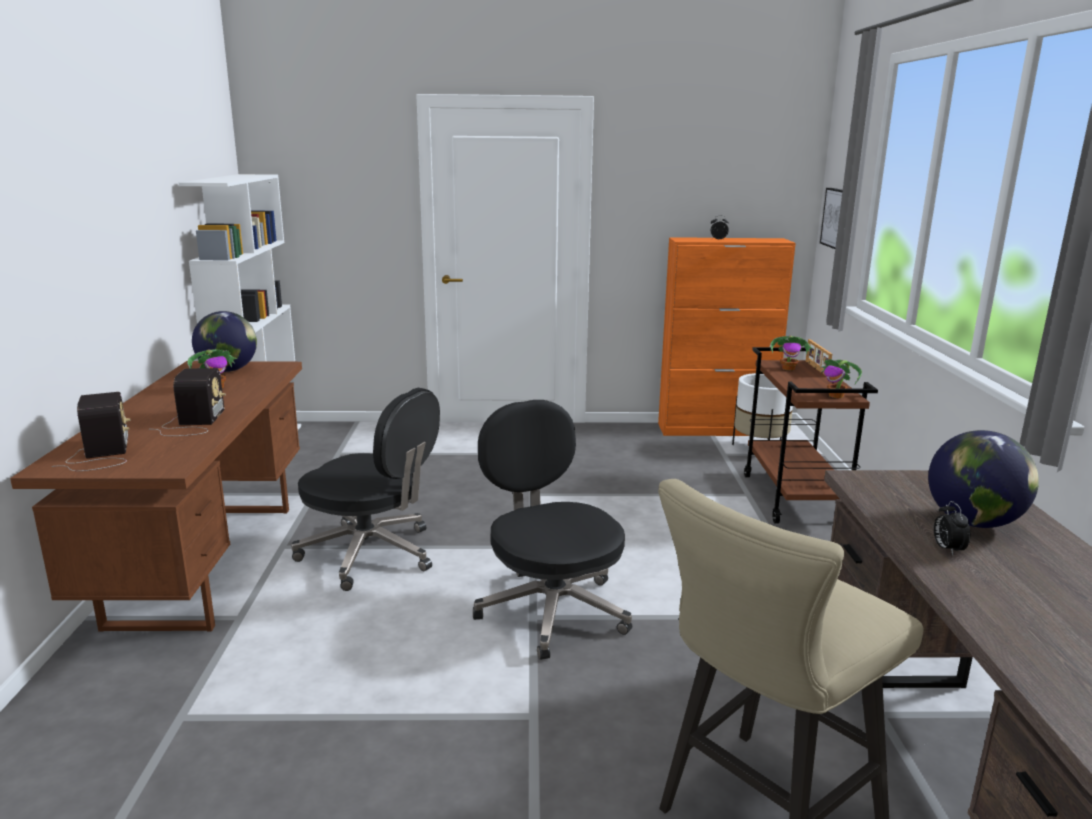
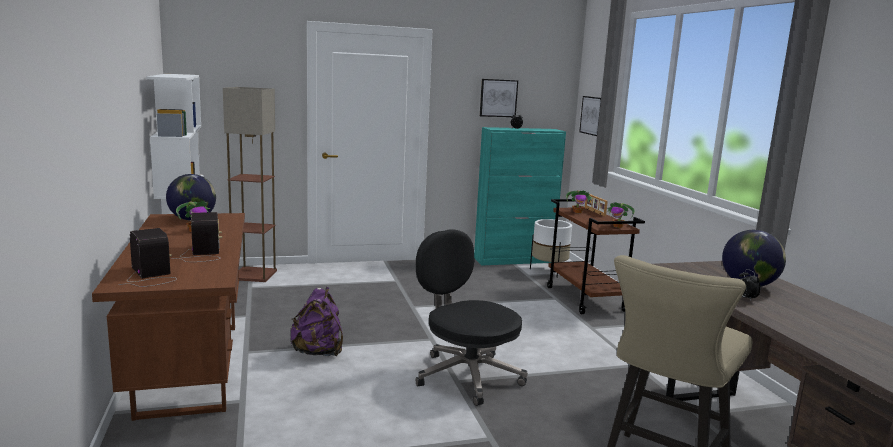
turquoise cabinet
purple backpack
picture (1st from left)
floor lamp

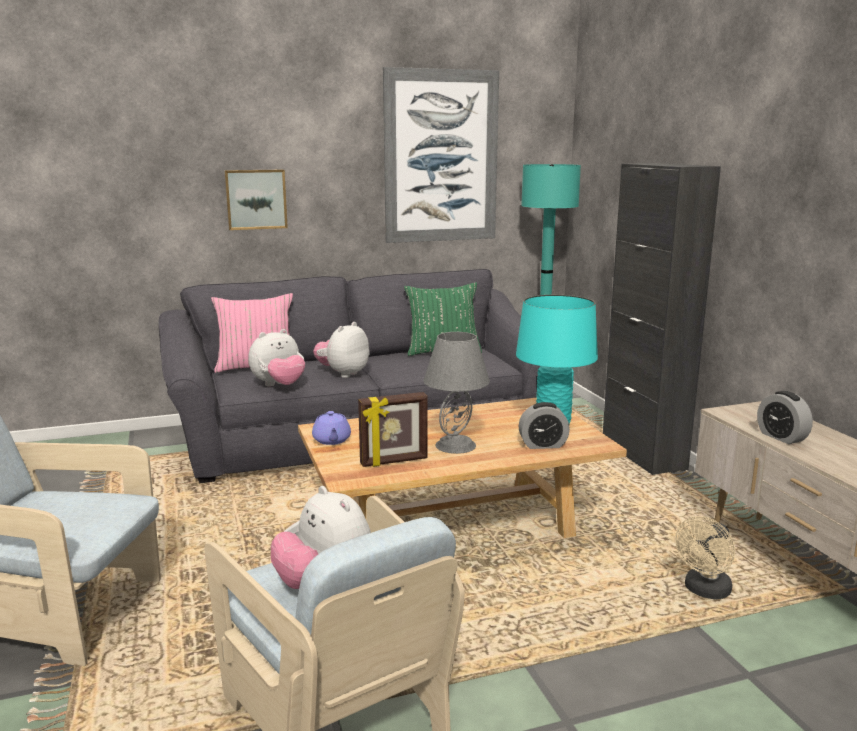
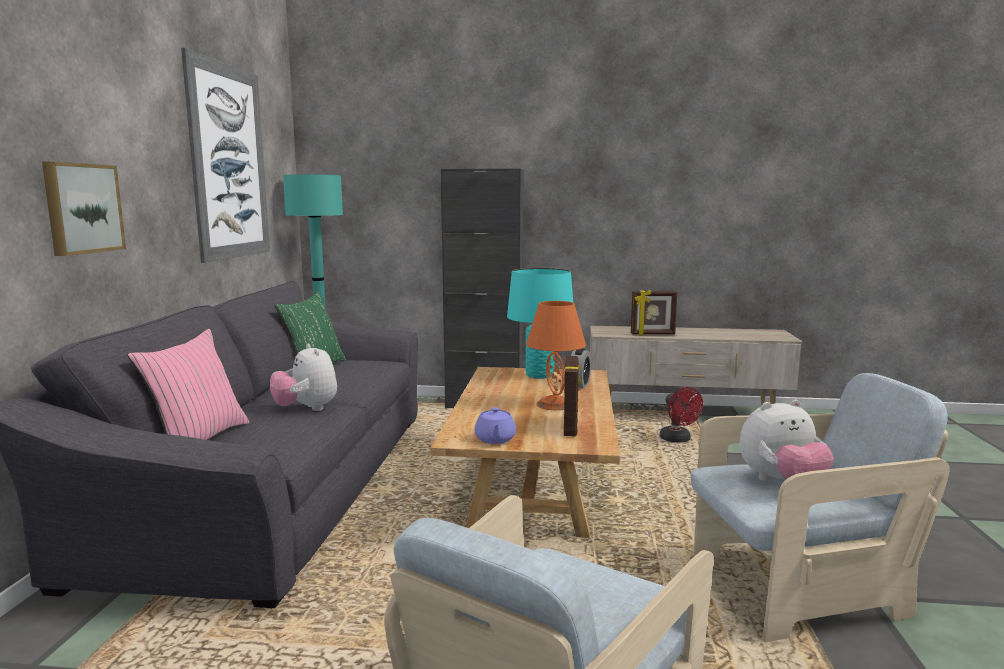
plush toy (1st from left in the first image)
orange table lamp
picture frame (2nd from left)
purple teapot
red fan

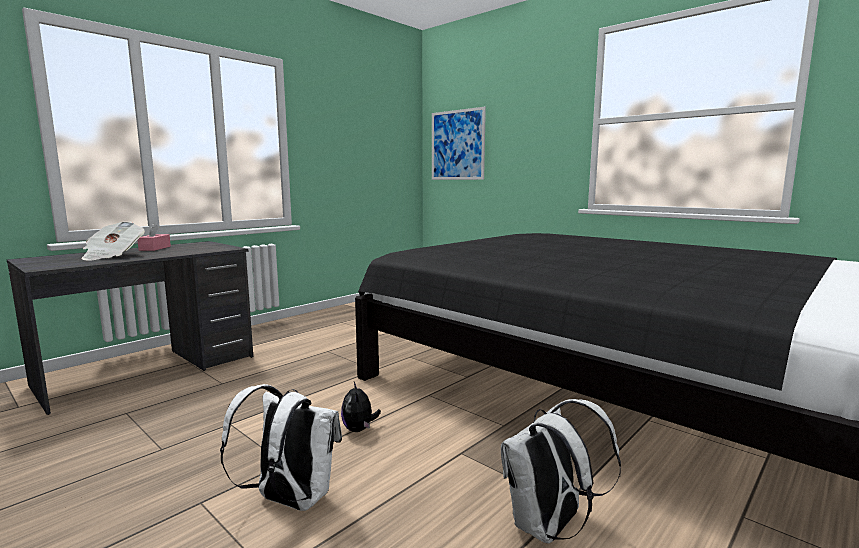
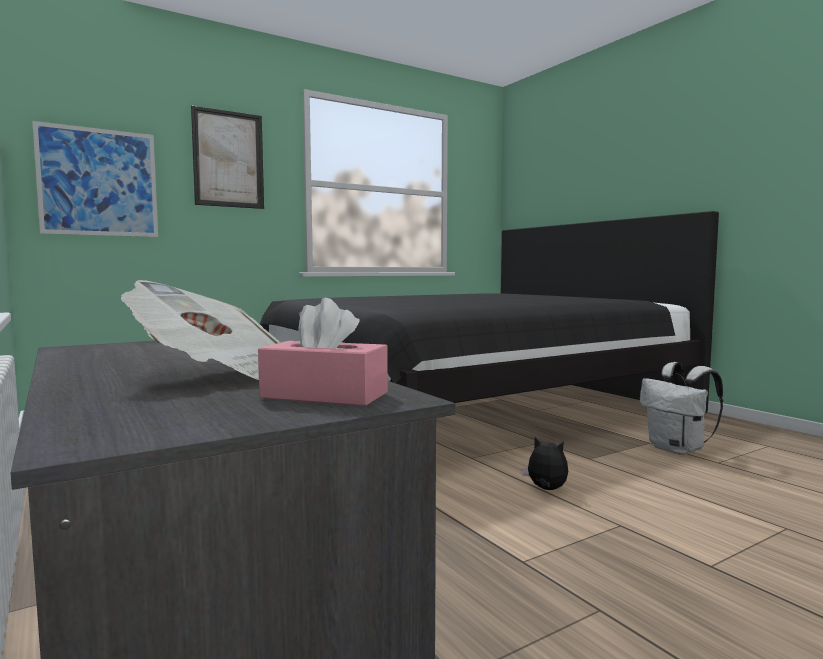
pink tissue box
plush toy
white backpack (1st from left in the first image)
picture (2nd from left)

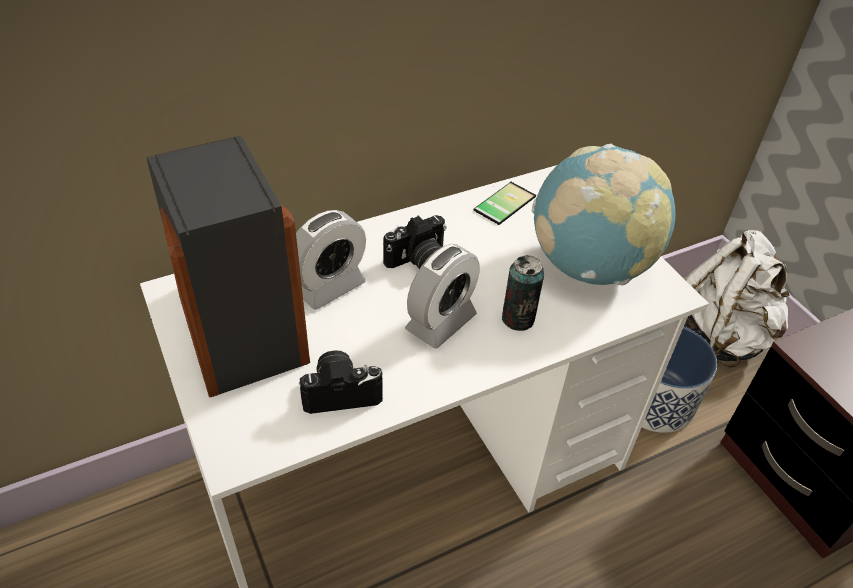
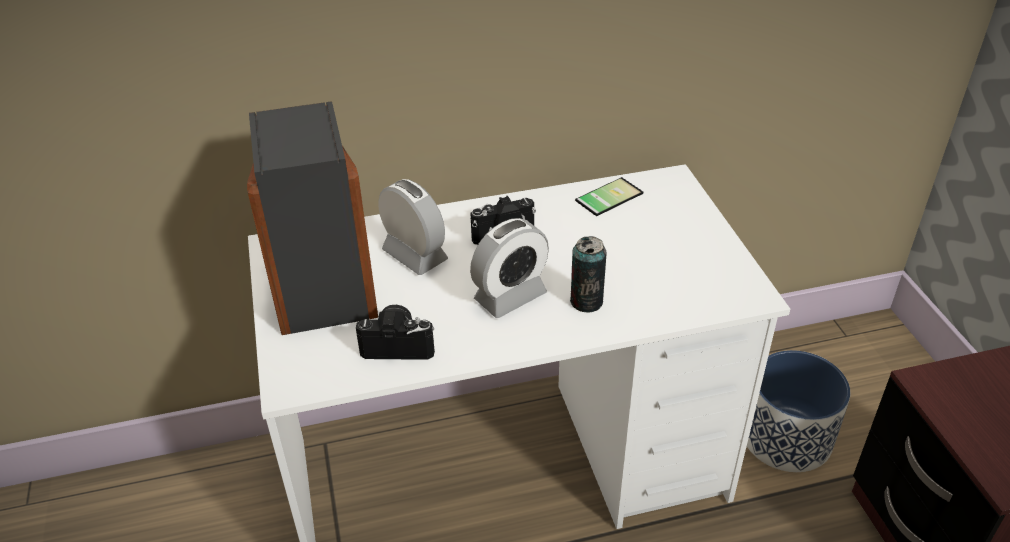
globe
alarm clock (1st from left)
white backpack

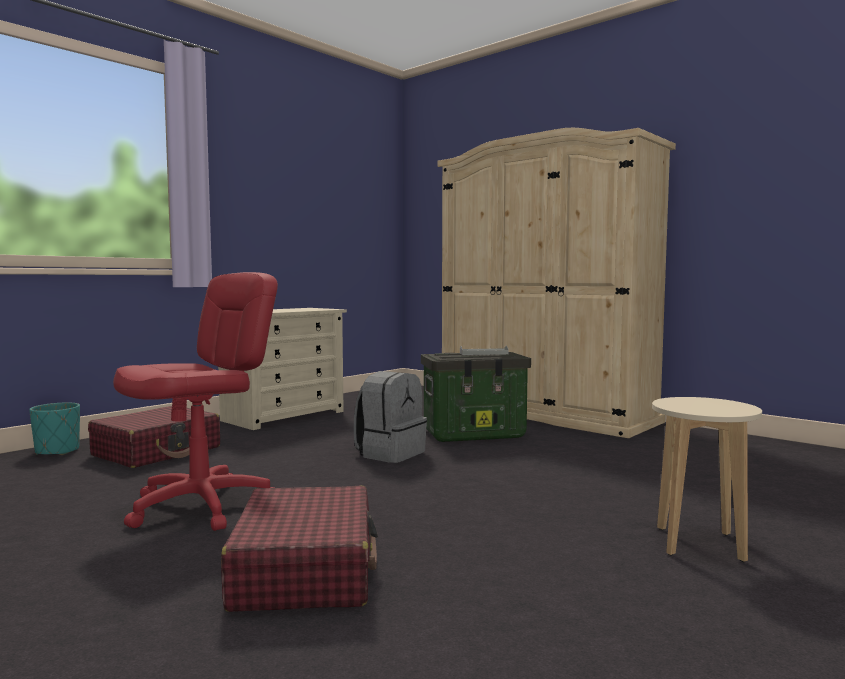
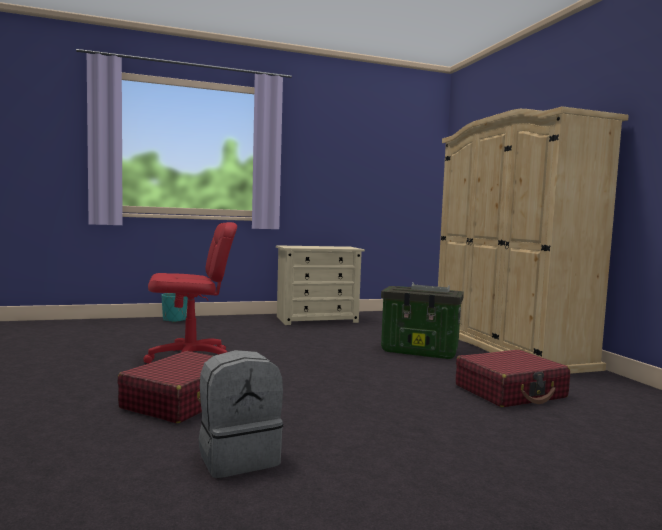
grey backpack
beige stool
red suitcase (2nd from left)

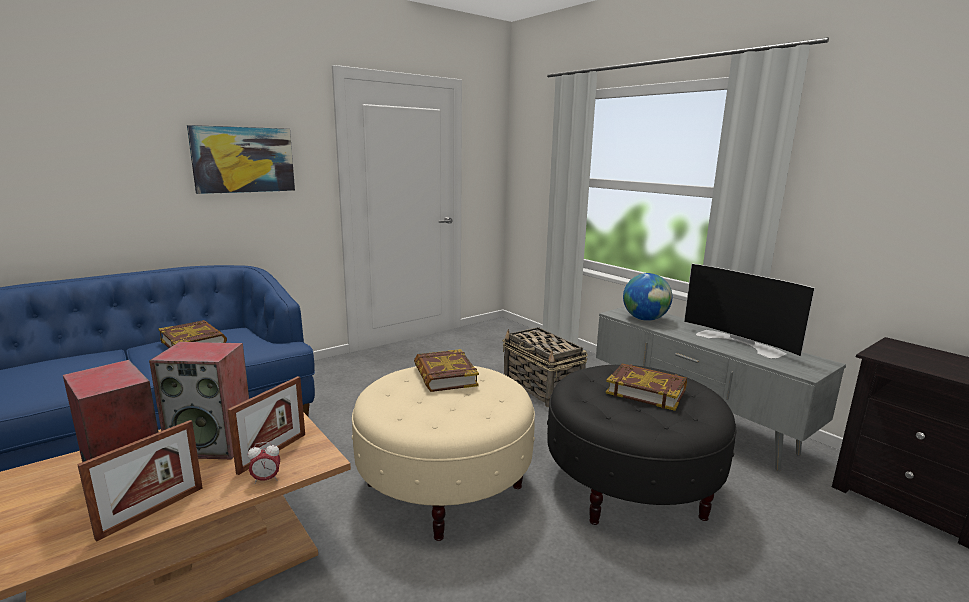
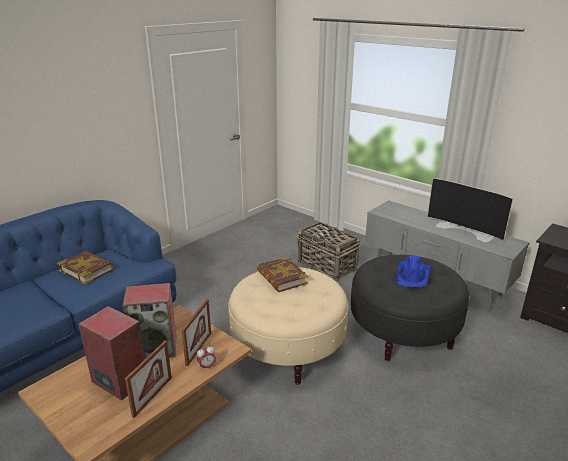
picture
globe
blue hat

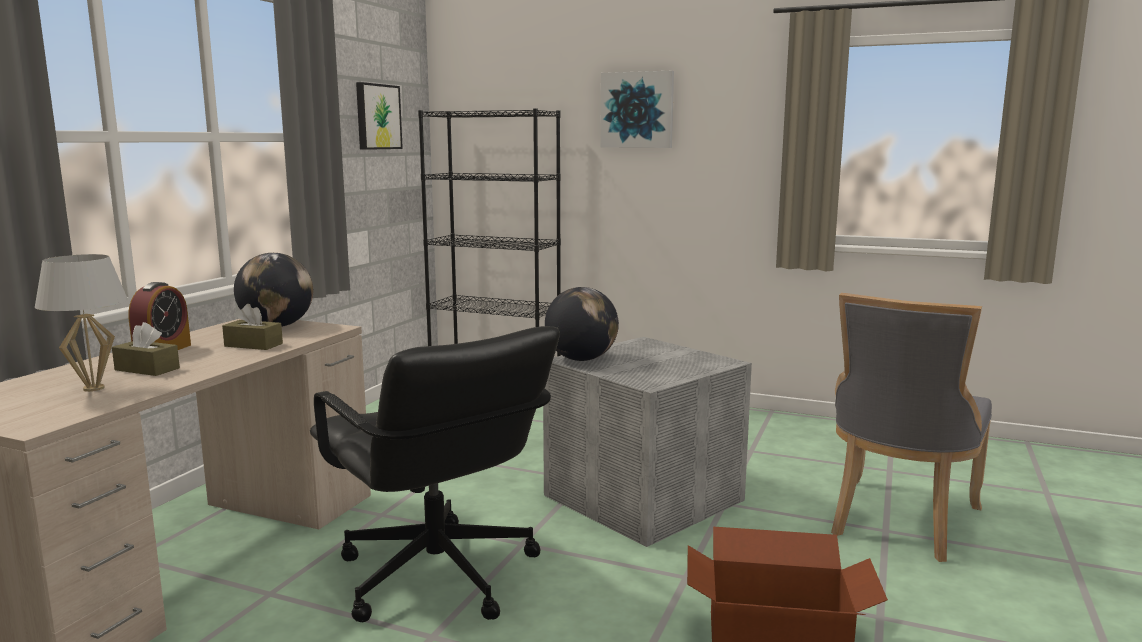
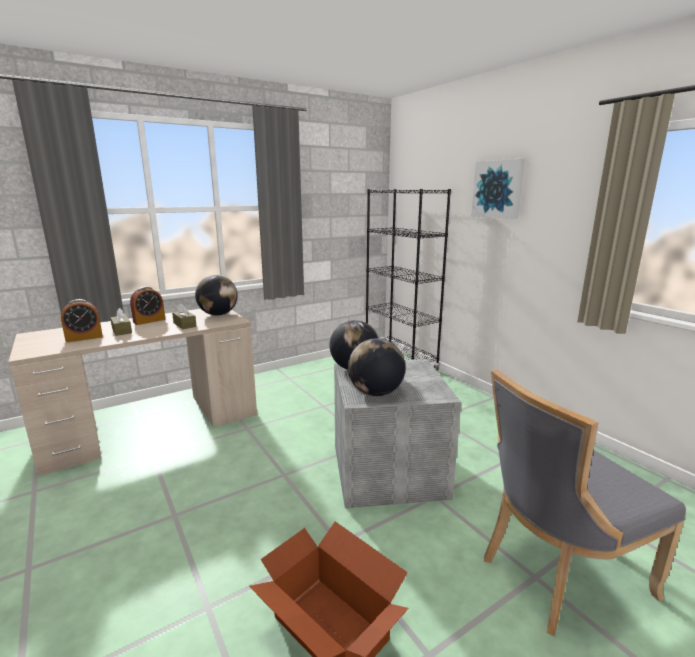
picture (1st from left in the first image)
alarm clock (1st from left)
black office chair
globe (3rd from left)

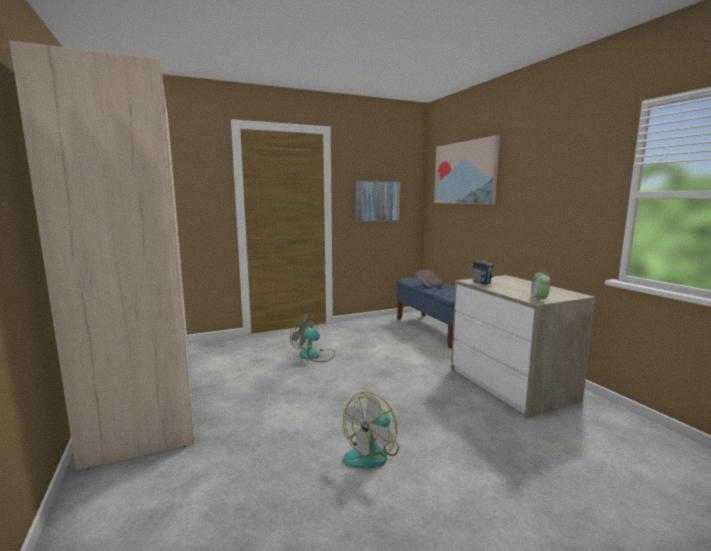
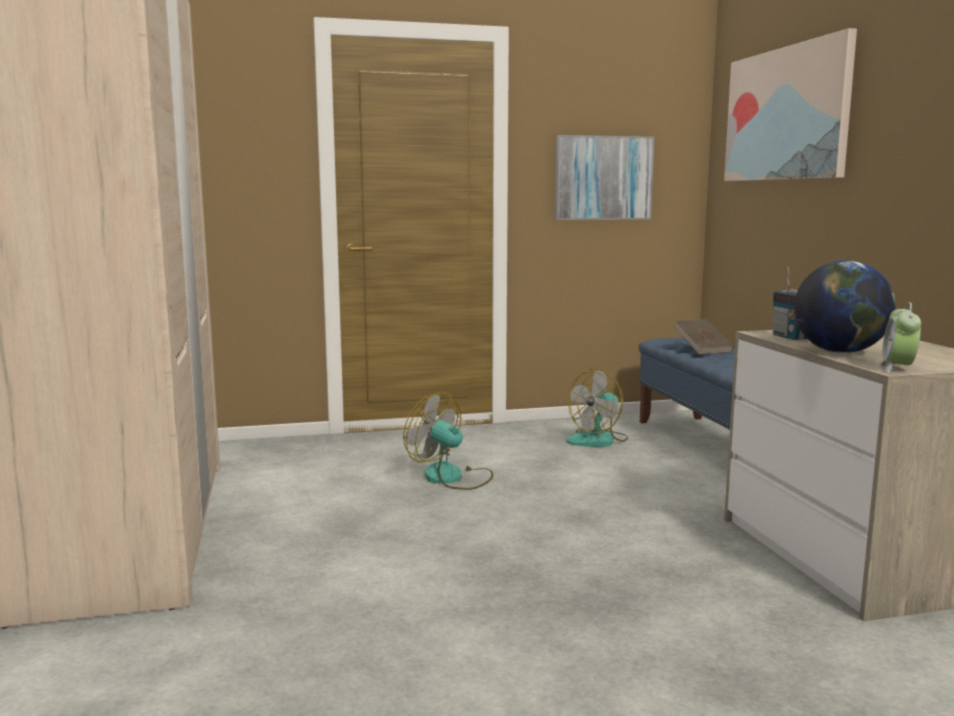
fan (2nd from left)
globe

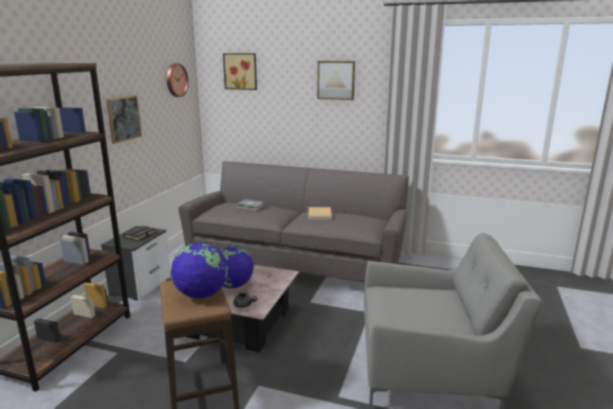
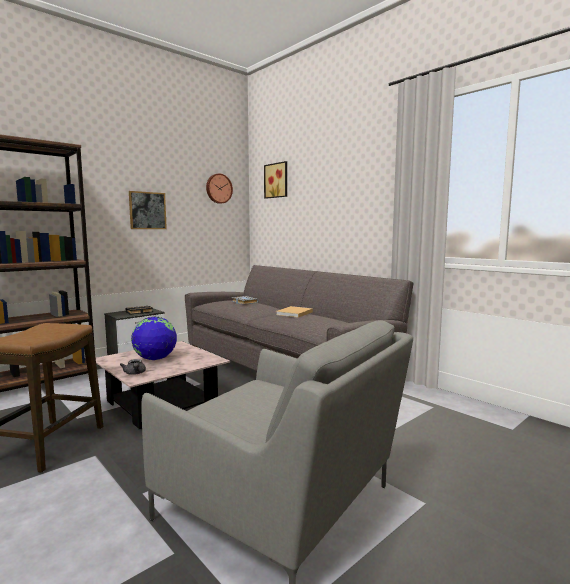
picture (3rd from left in the first image)
globe (1st from left in the first image)

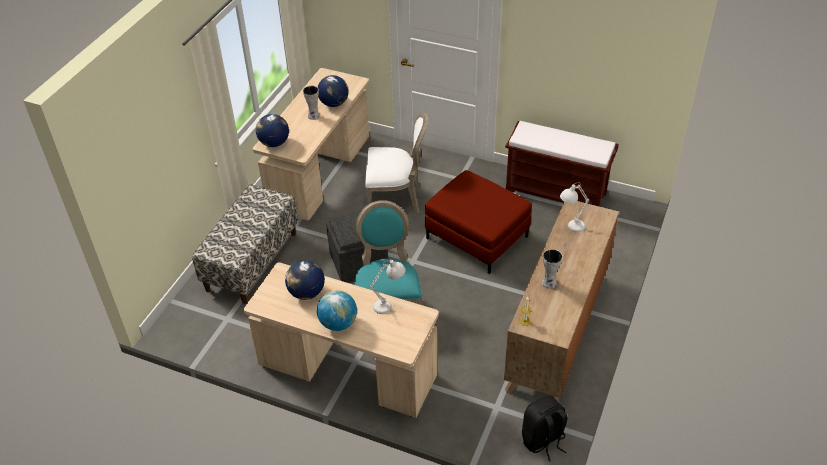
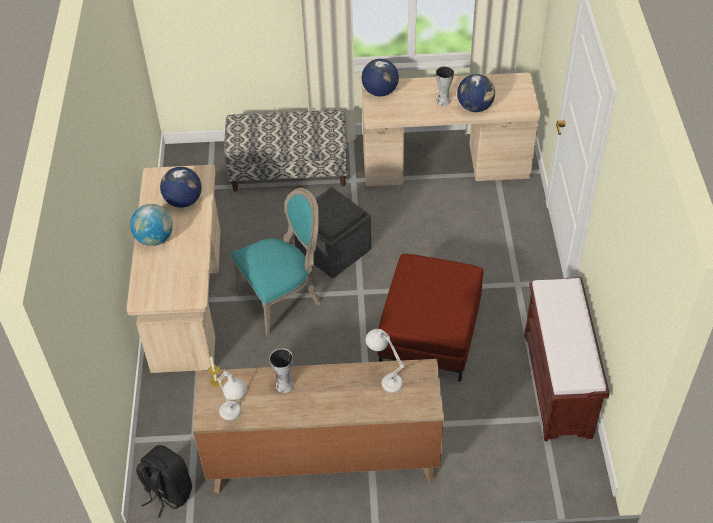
white chair
white table lamp (1st from left)

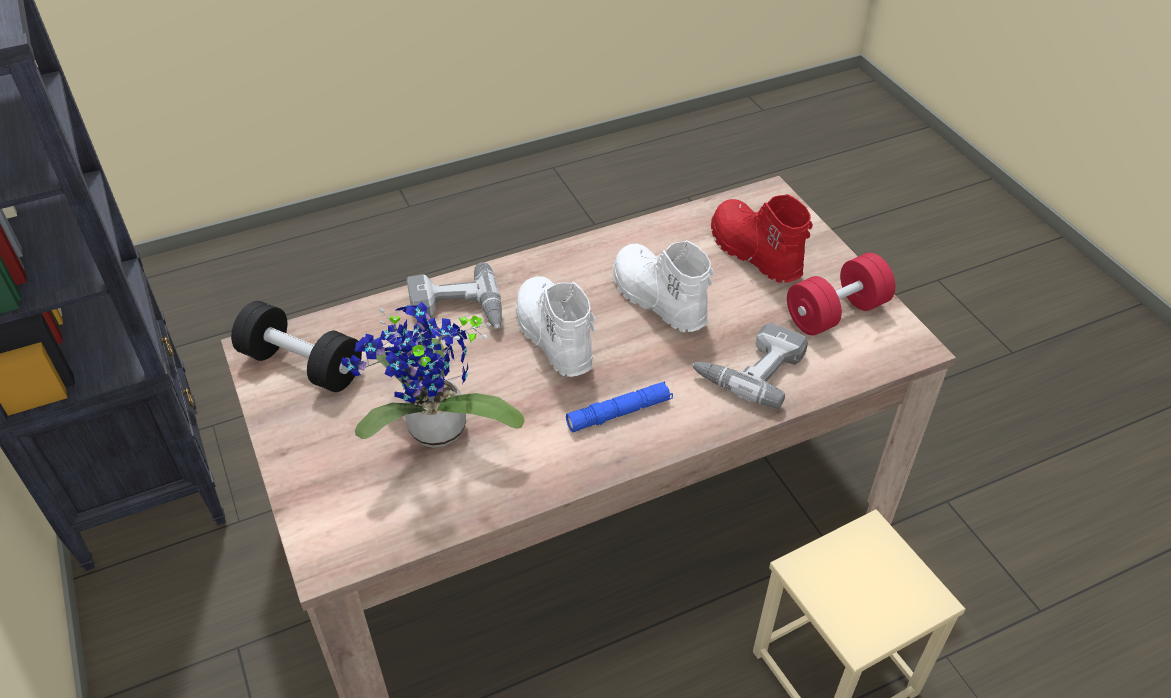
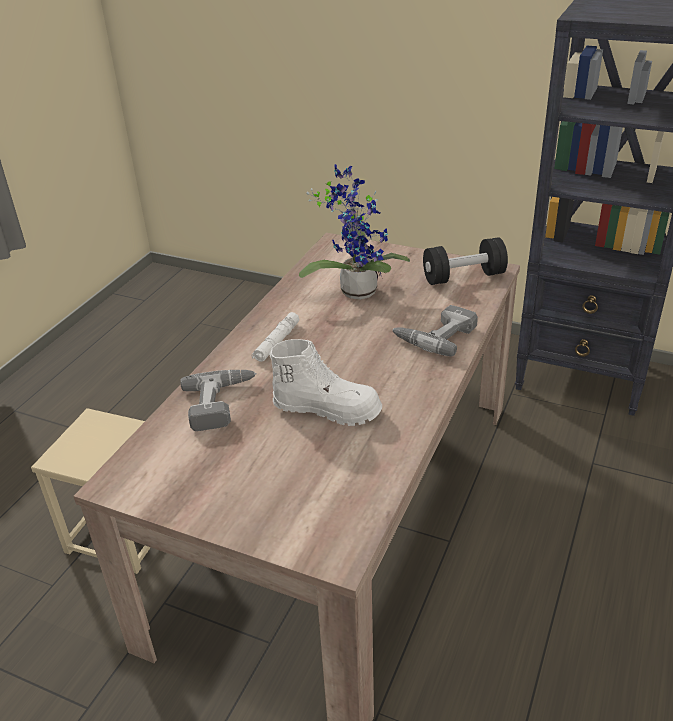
red boot
red dumbbell
white boot (1st from left in the first image)
white flashlight

